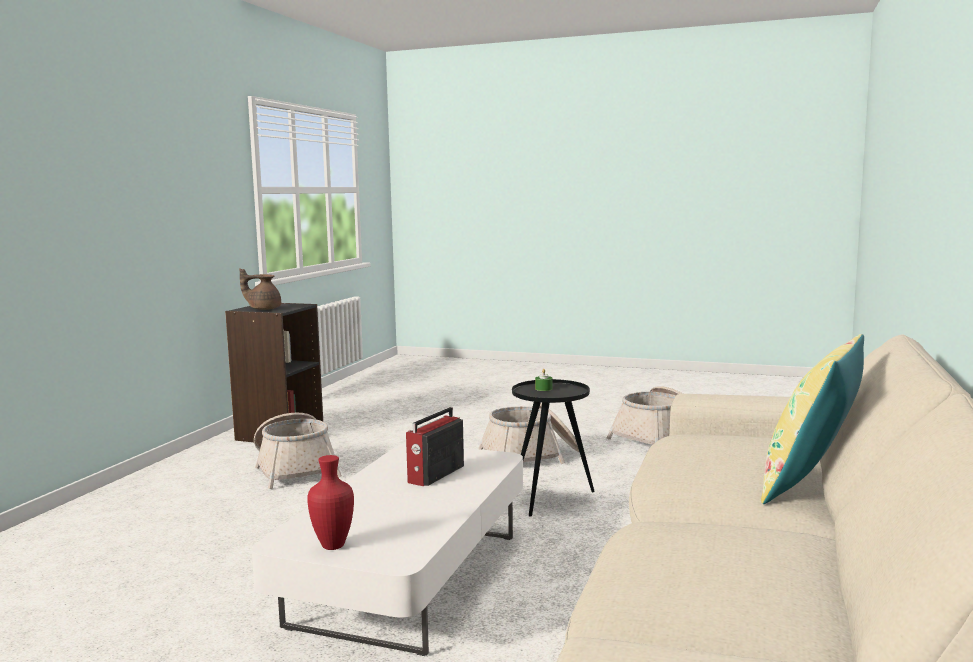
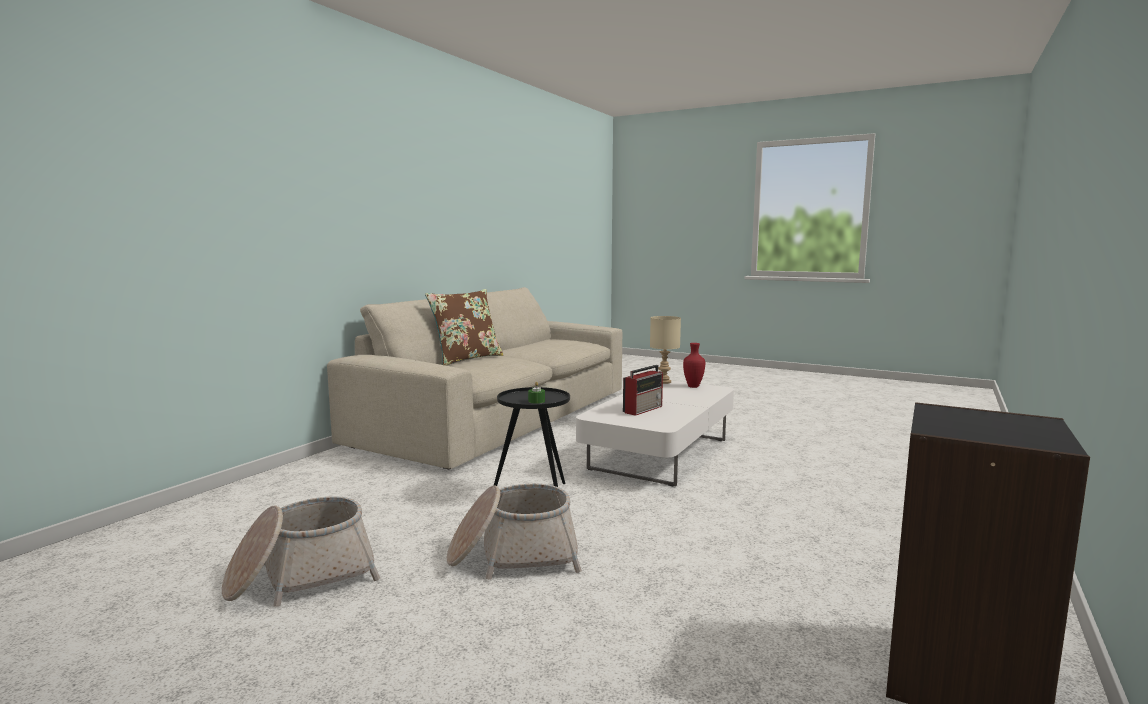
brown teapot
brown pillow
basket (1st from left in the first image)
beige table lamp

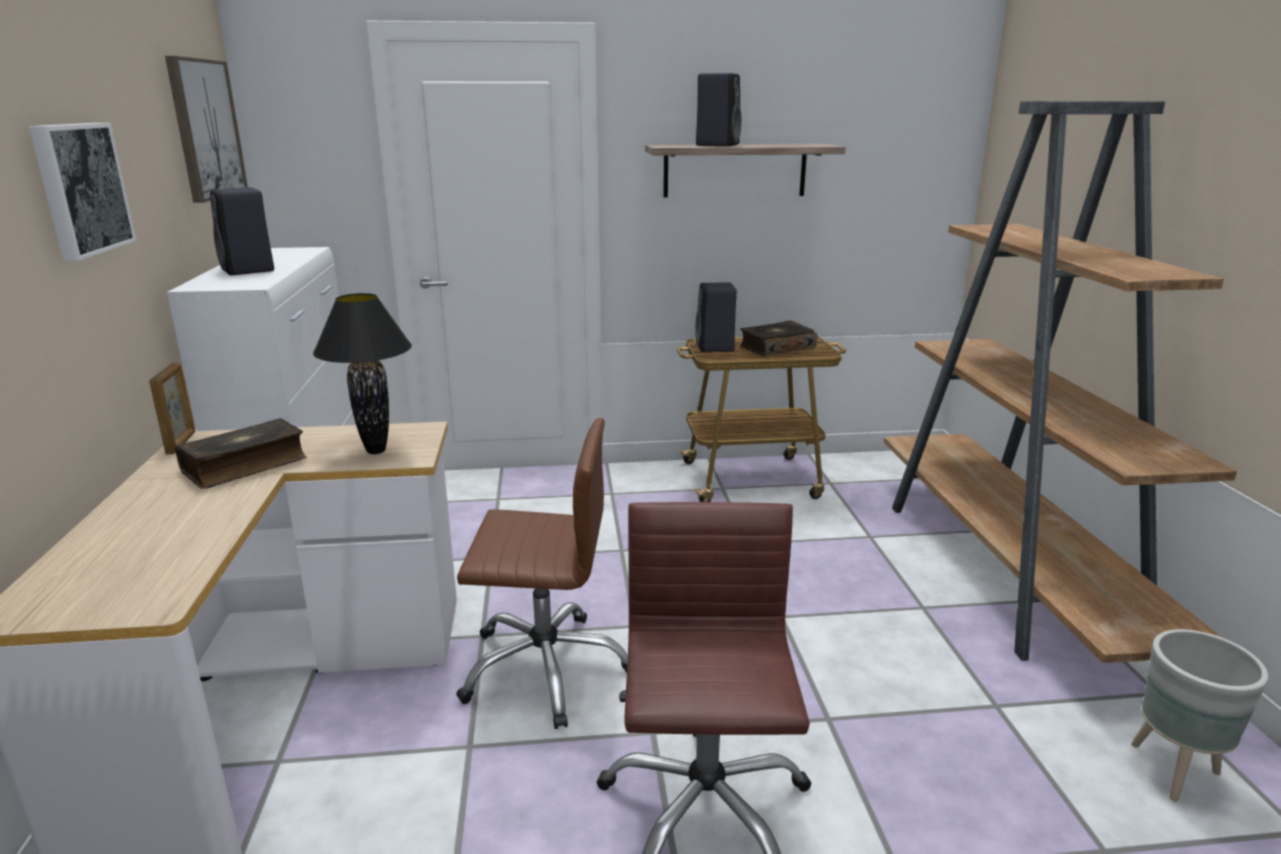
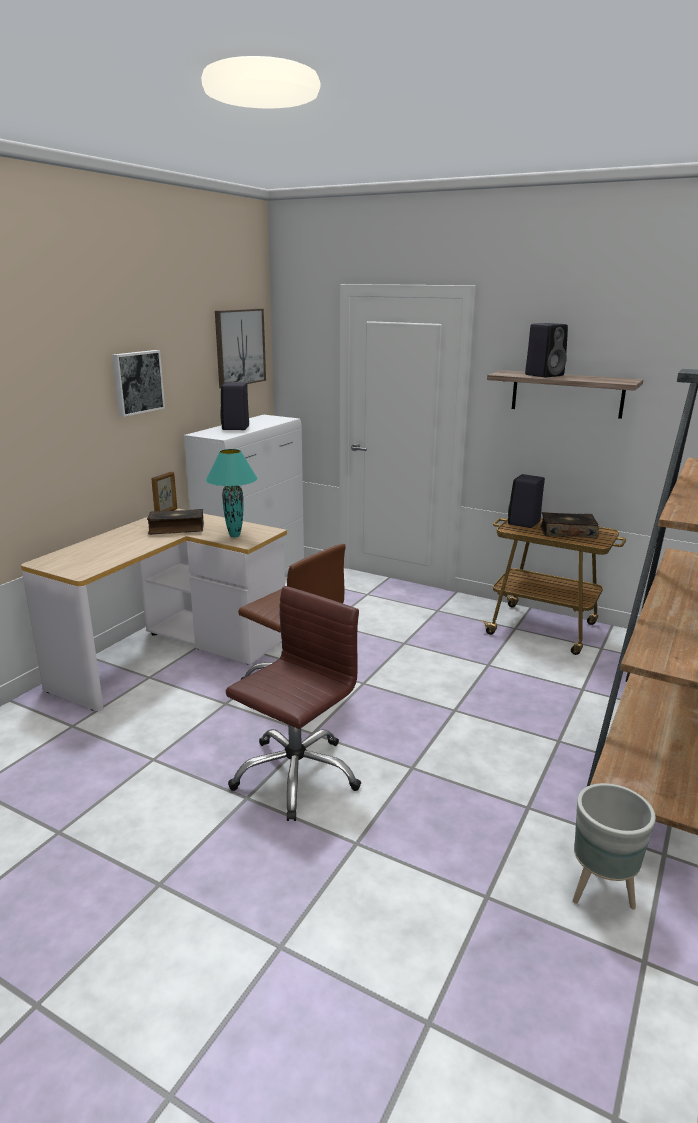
turquoise table lamp

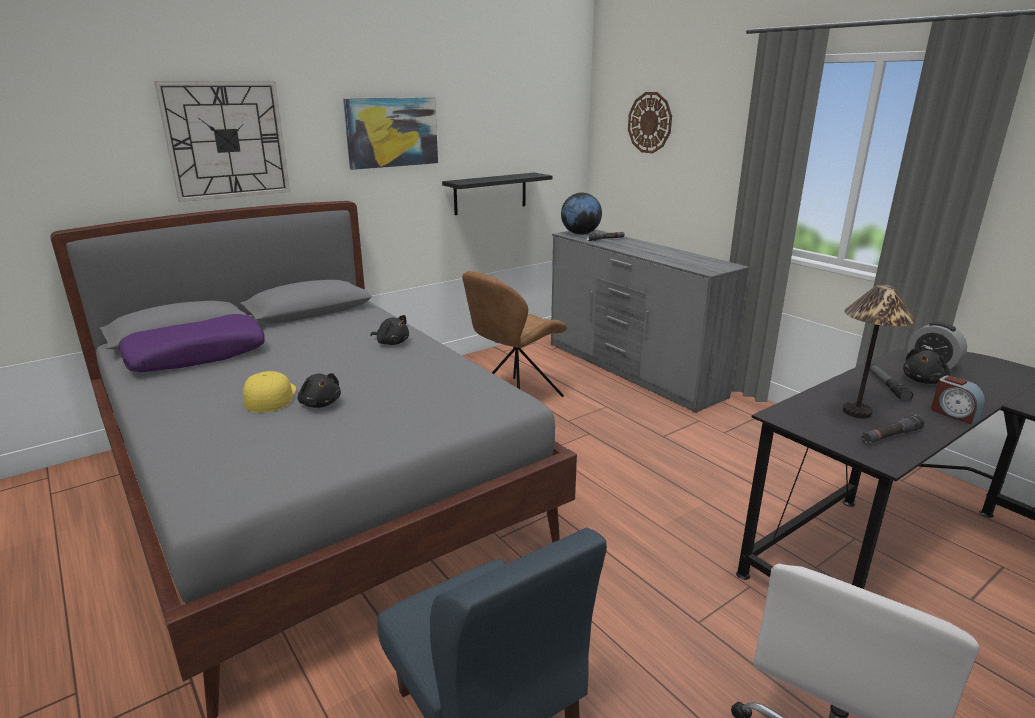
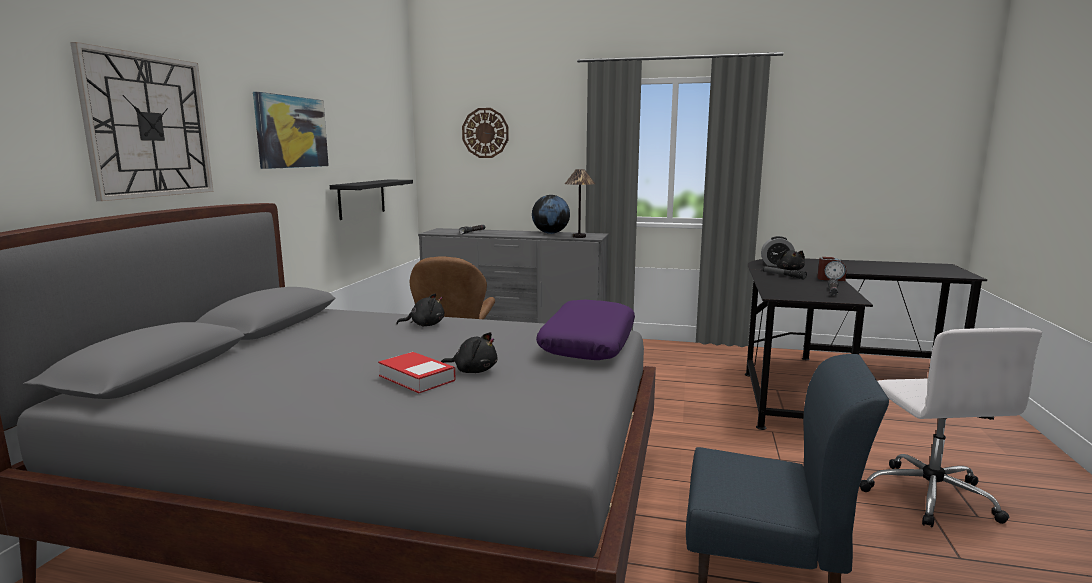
globe
table lamp
purple pillow
book

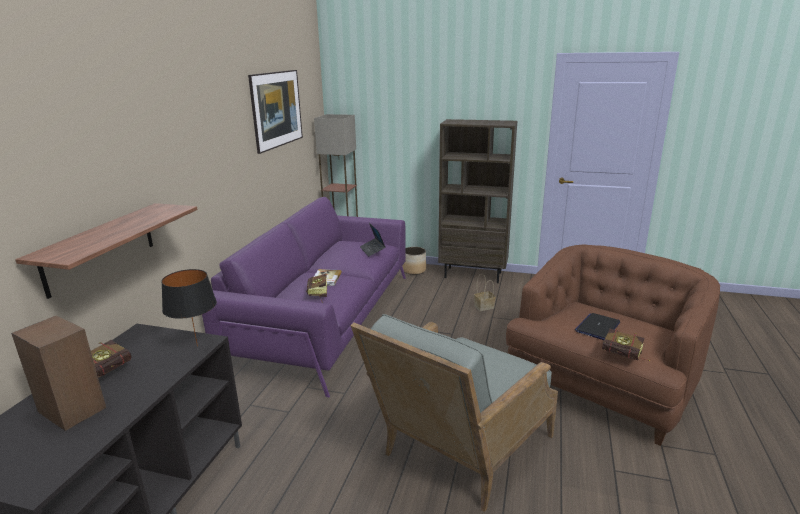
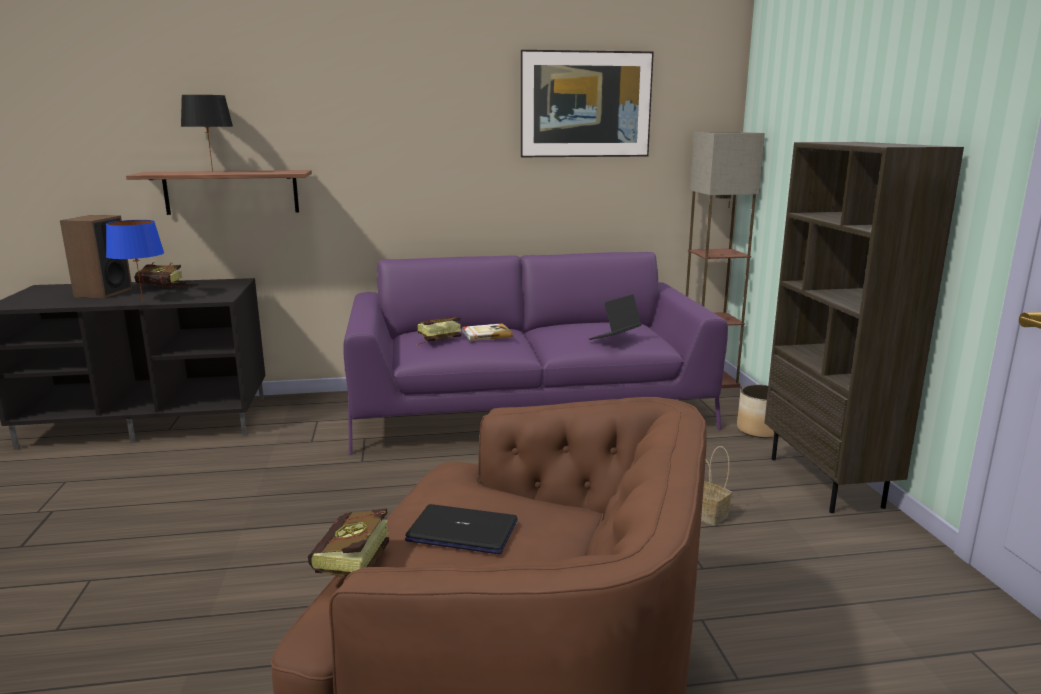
black table lamp
grey armchair
blue table lamp

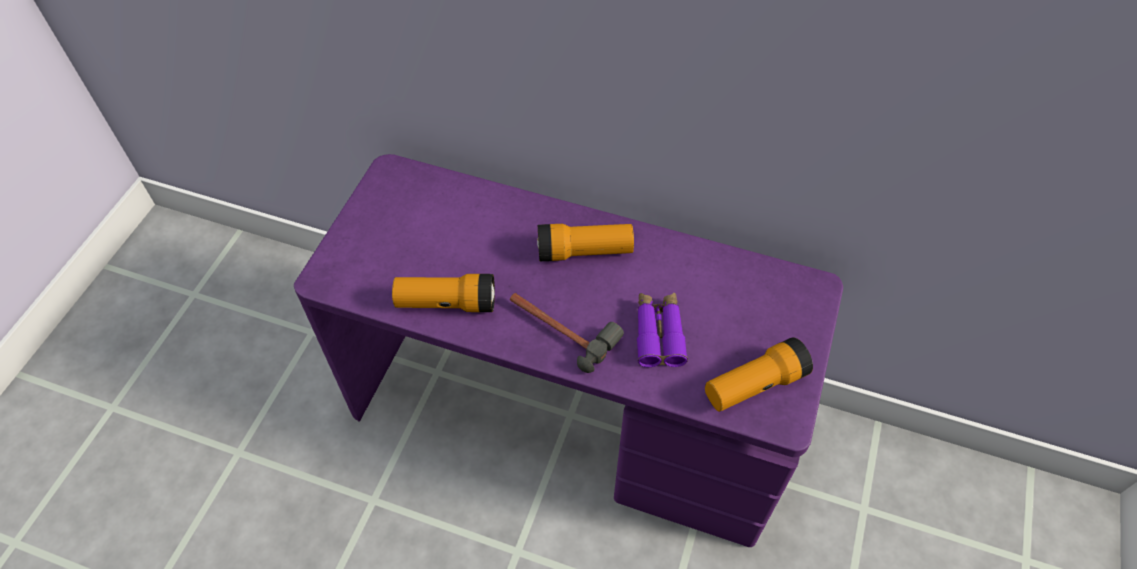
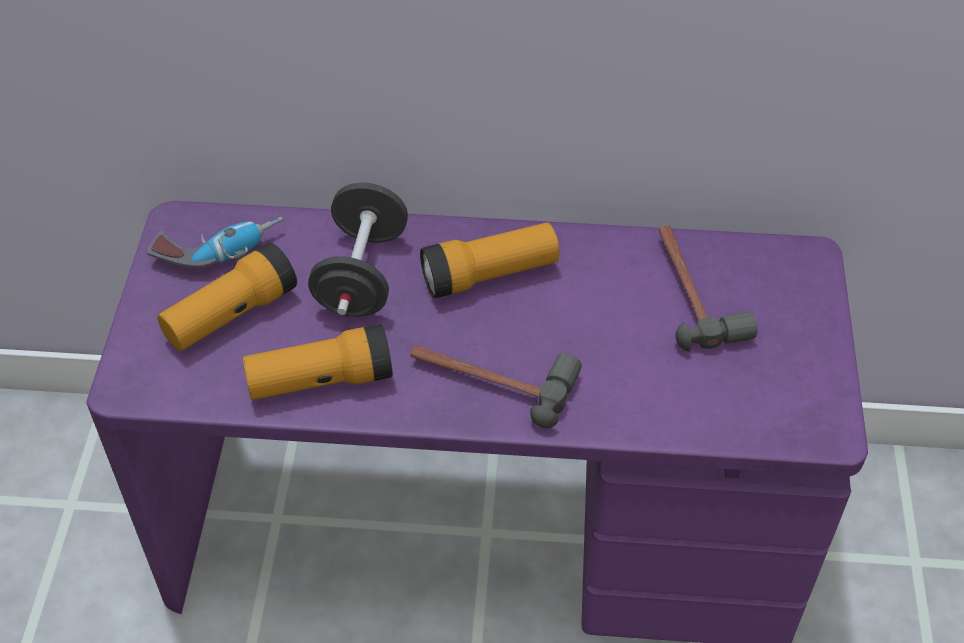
purple binoculars
flashlight (1st from left)
black dumbbell
power drill
hammer (2nd from left)

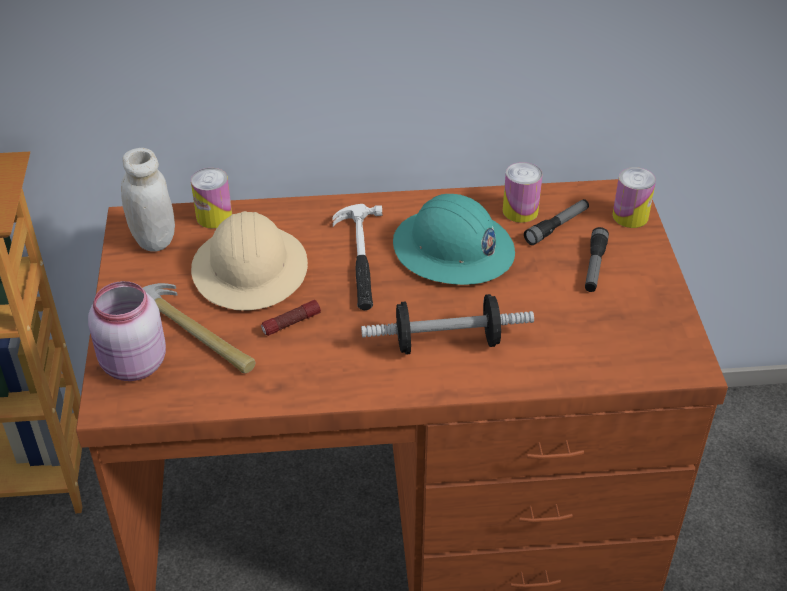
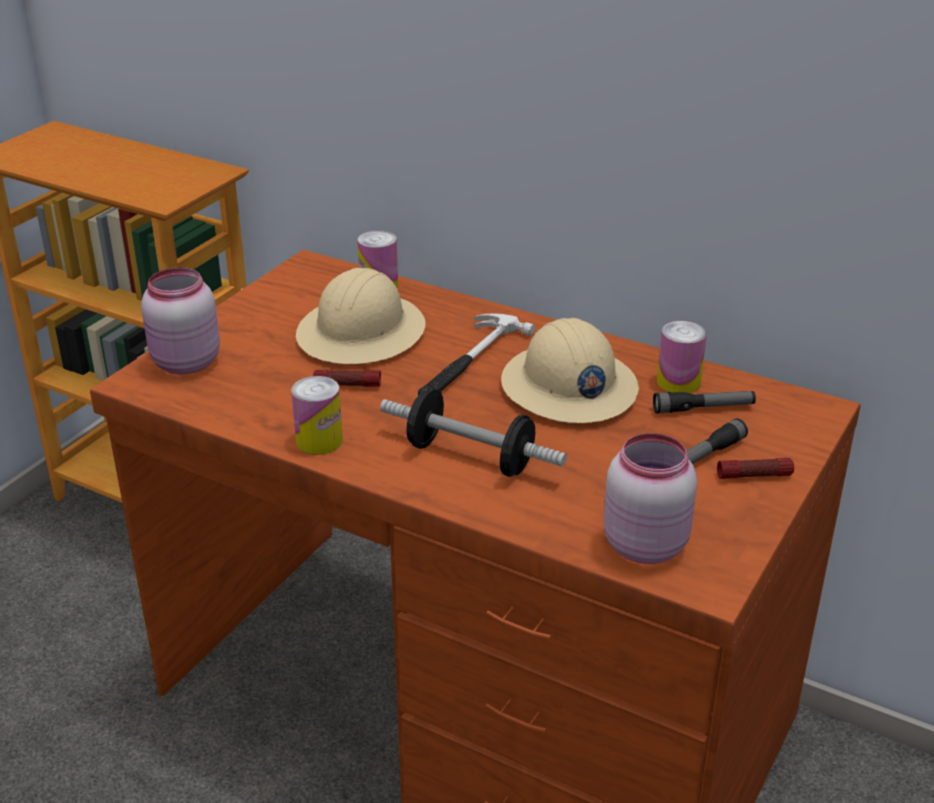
white jar
can (1st from left)
beige hard hat (2nd from left)
hammer (1st from left in the first image)
pink jar (2nd from left)
flashlight (4th from left)

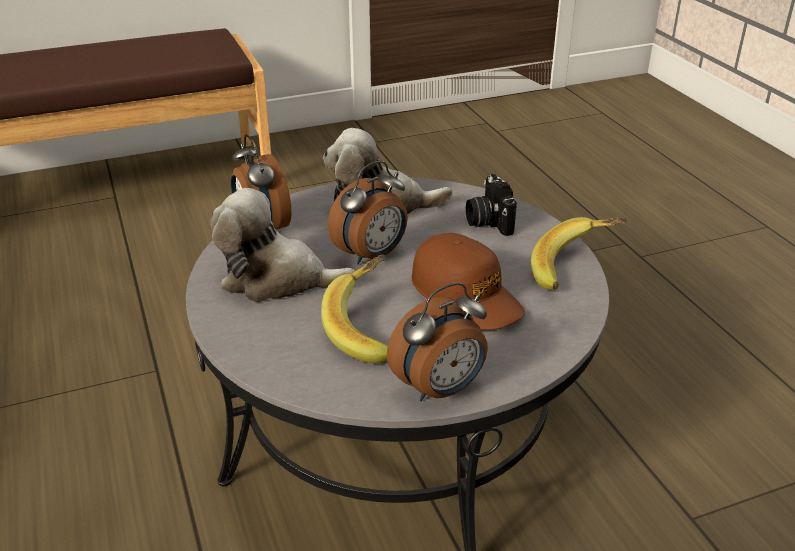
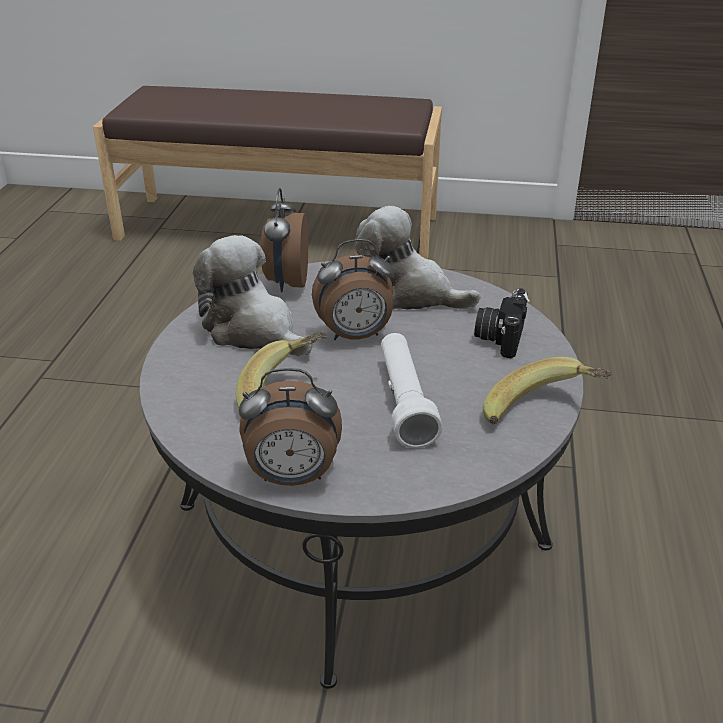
white flashlight

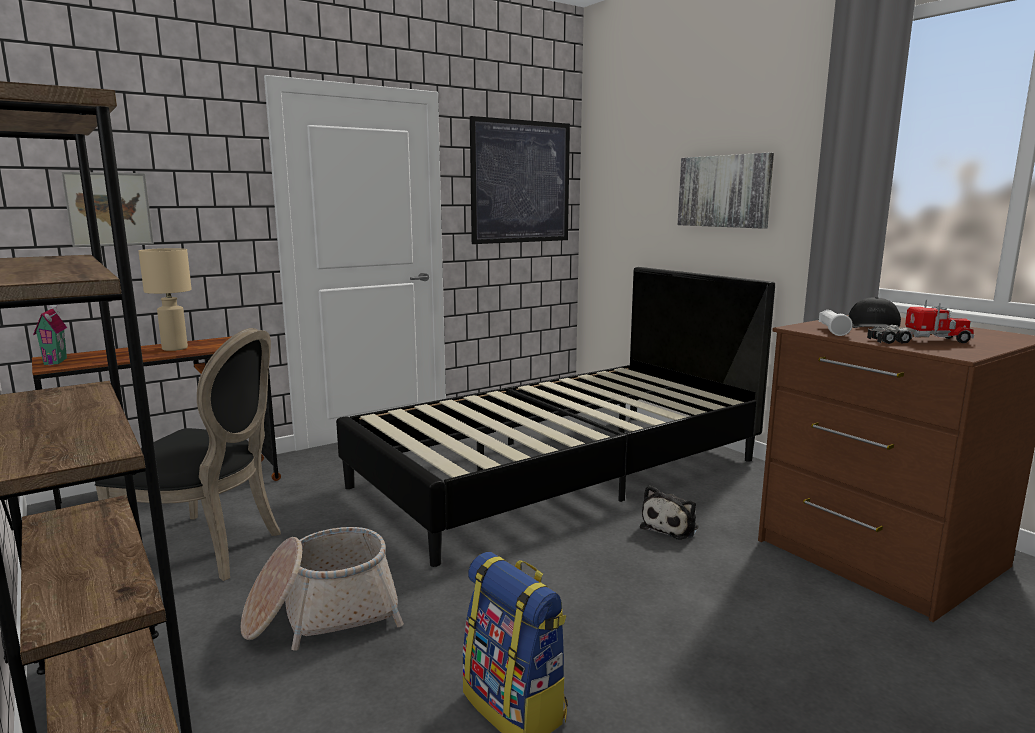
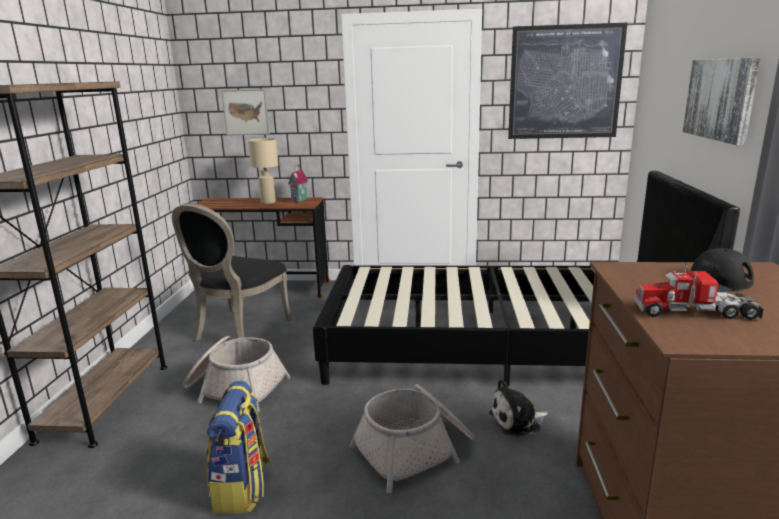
toy truck
toy house
white flashlight
black chair
basket (2nd from left)

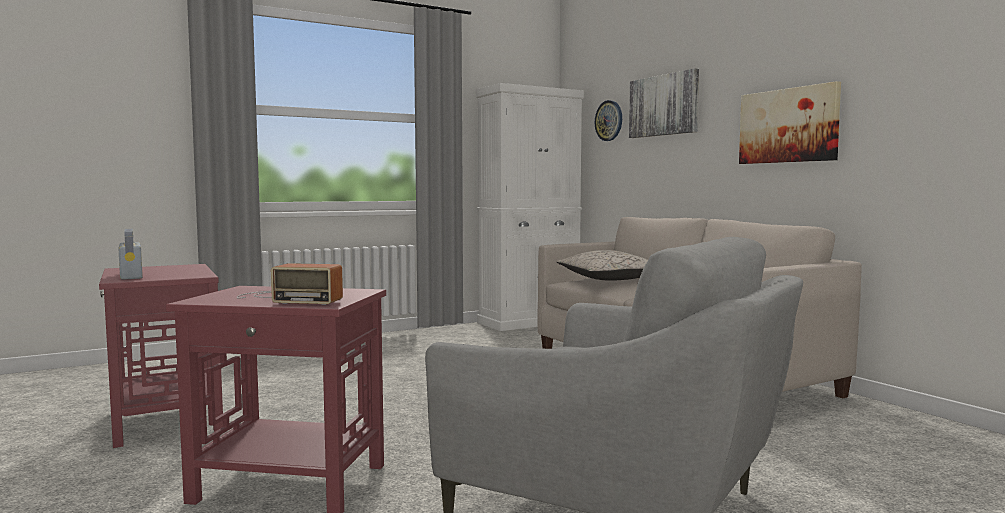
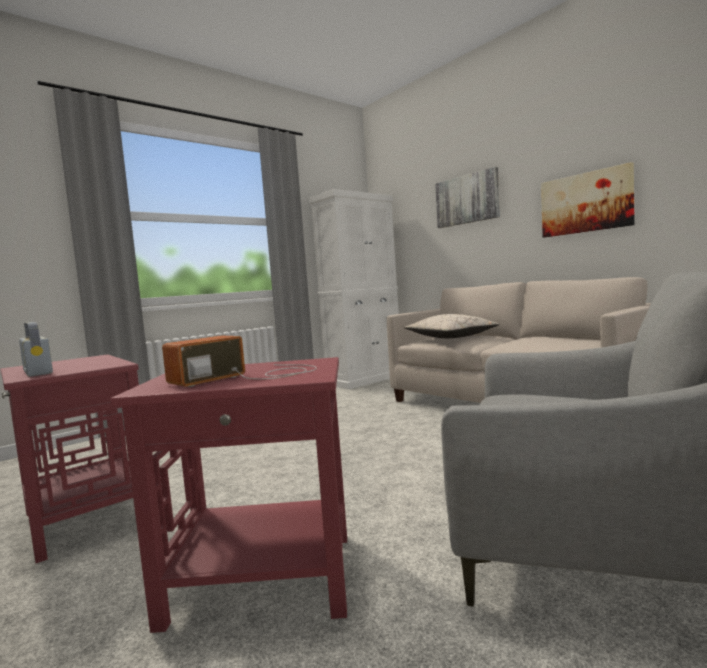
wall clock
radio (2nd from left)

